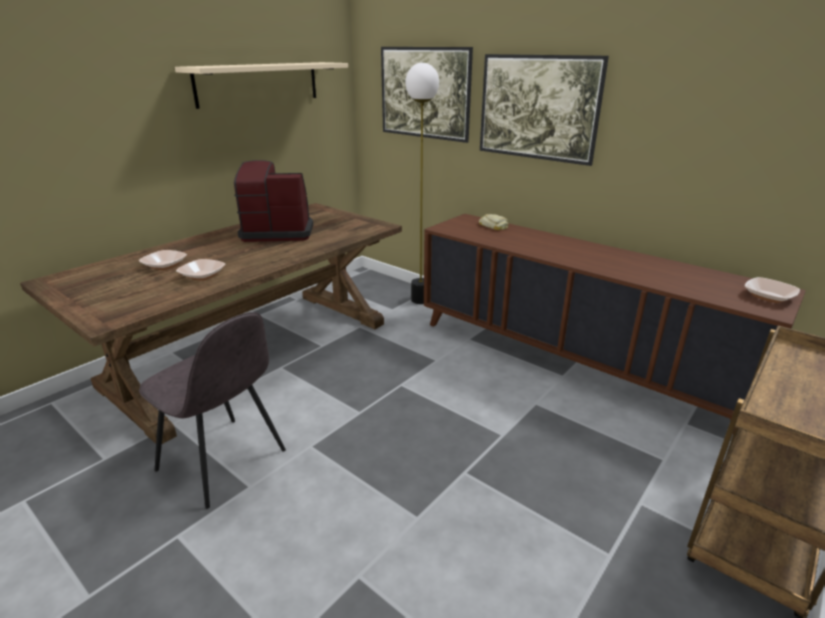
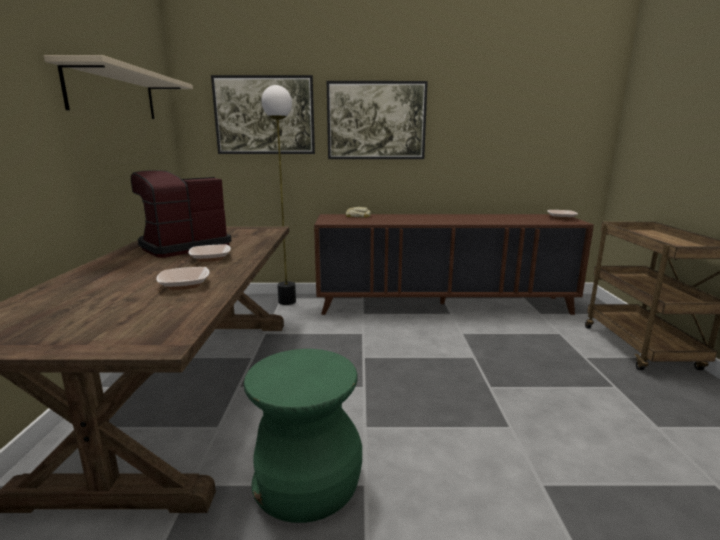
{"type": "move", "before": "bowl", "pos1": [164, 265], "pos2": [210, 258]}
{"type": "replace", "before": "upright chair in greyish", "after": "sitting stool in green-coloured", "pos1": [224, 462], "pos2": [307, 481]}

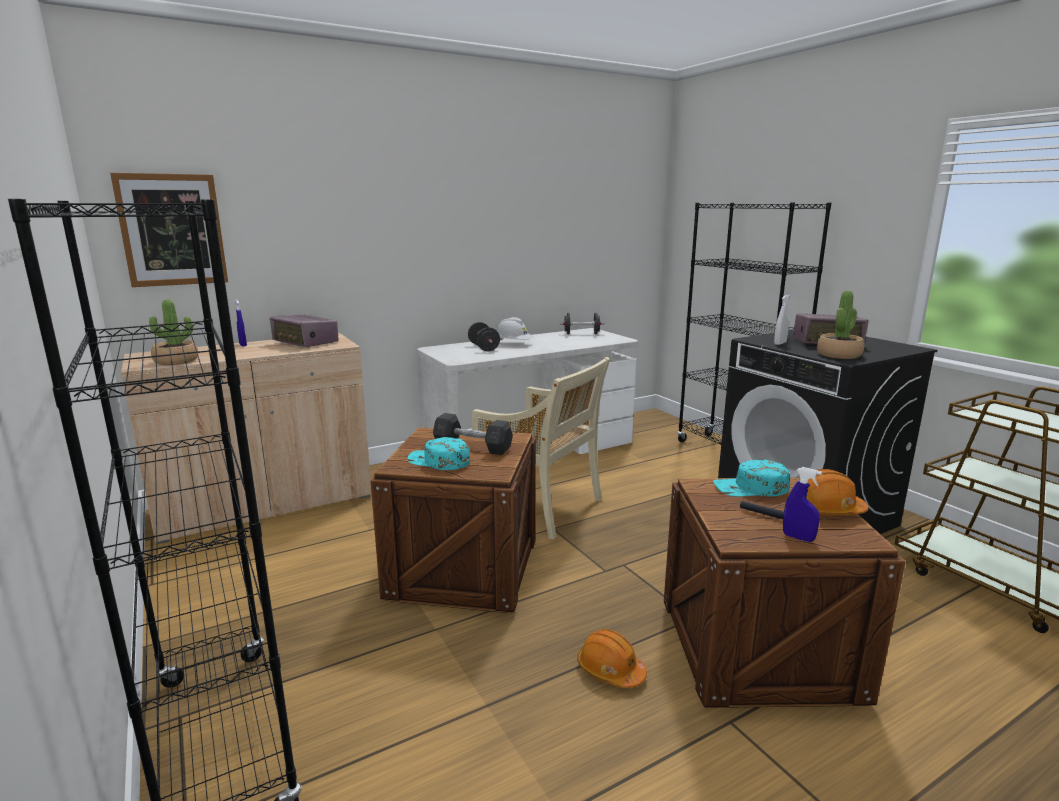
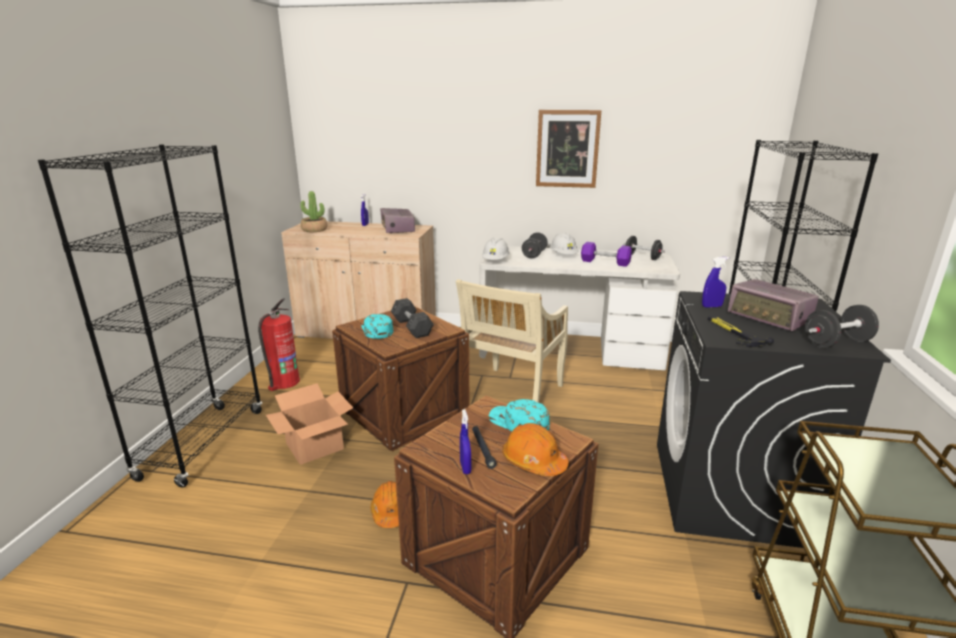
{"type": "insert", "after": "fire-fighting cylinder", "pos2": [284, 382]}
{"type": "insert", "after": "cardboard box", "pos2": [315, 446]}
{"type": "insert", "after": "work helmet in white", "pos2": [495, 261]}
{"type": "insert", "after": "hand weight in purplish", "pos2": [605, 262]}
{"type": "insert", "after": "hand weight in blackish", "pos2": [836, 342]}
{"type": "move", "before": "wall art", "pos1": [172, 230], "pos2": [567, 149]}
{"type": "replace", "before": "potted plant", "after": "hand hammer", "pos1": [839, 355], "pos2": [733, 333]}
{"type": "recolor", "before": "spray bottle in white", "after": "spray bottle in blue-coloured", "pos1": [780, 343], "pos2": [711, 306]}
{"type": "rotate", "before": "upright chair in beige", "pos1": [540, 507], "pos2": [511, 394], "turn": 45}

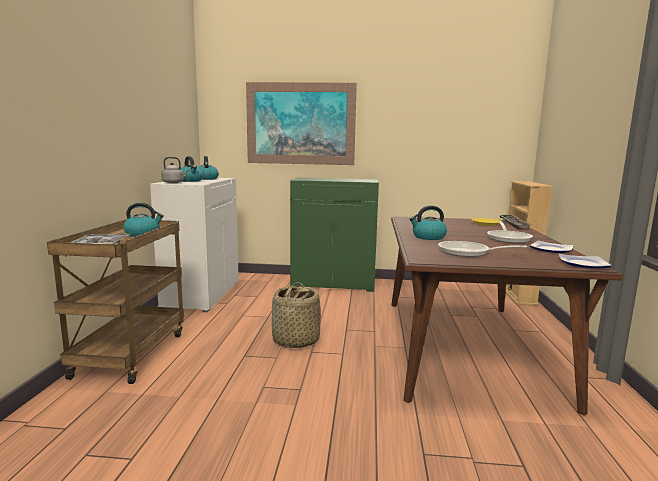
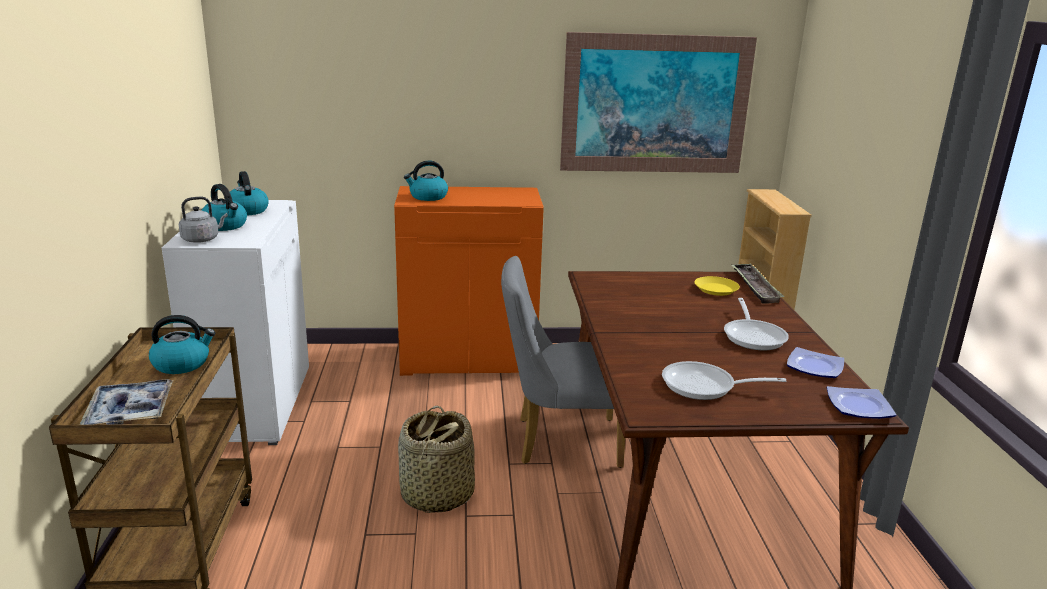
{"type": "insert", "after": "upright chair in greyish", "pos2": [559, 441]}
{"type": "move", "before": "wall art", "pos1": [300, 124], "pos2": [655, 104]}
{"type": "move", "before": "water kettle", "pos1": [428, 237], "pos2": [428, 197]}
{"type": "recolor", "before": "cupboard in green-coloured", "after": "cupboard in orange-coloured", "pos1": [334, 283], "pos2": [469, 359]}

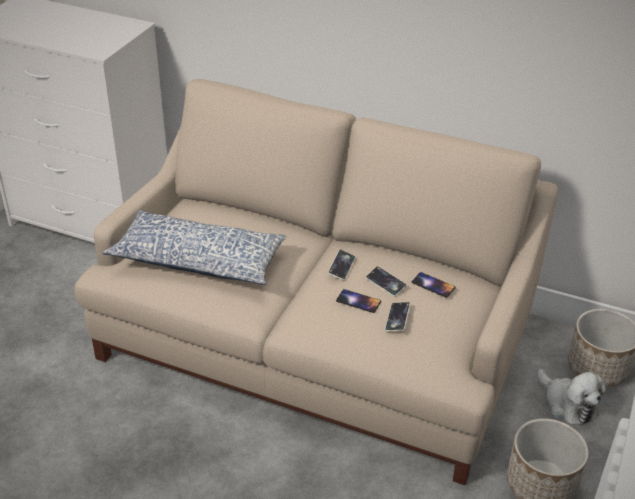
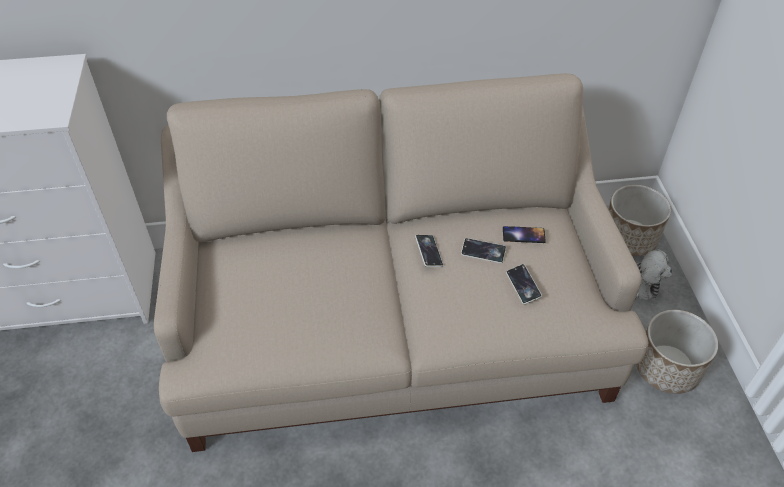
{"type": "delete", "before": "throw pillow", "pos1": [198, 260]}
{"type": "delete", "before": "telephone", "pos1": [358, 301]}

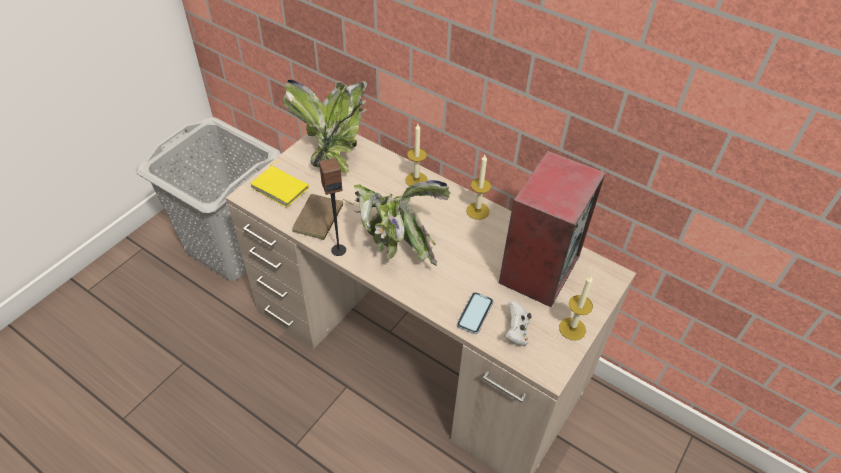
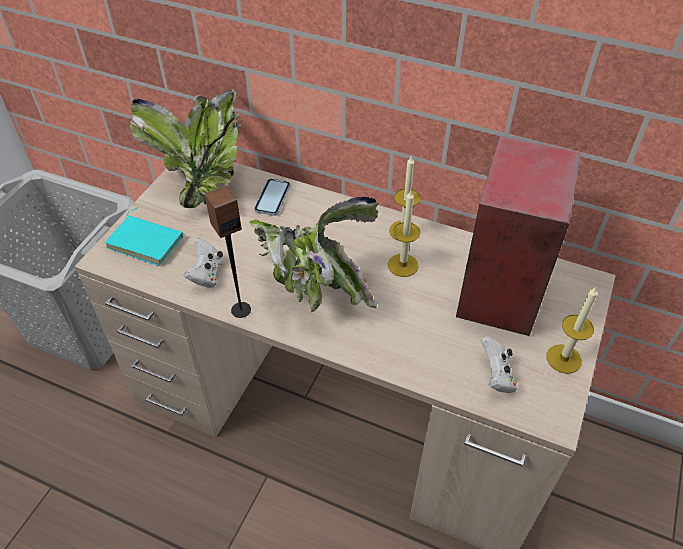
{"type": "move", "before": "candle", "pos1": [416, 180], "pos2": [403, 265]}
{"type": "move", "before": "telephone", "pos1": [475, 314], "pos2": [272, 198]}
{"type": "replace", "before": "volume in brown-coloured", "after": "game controller in white", "pos1": [320, 219], "pos2": [207, 274]}
{"type": "recolor", "before": "volume in yellow", "after": "volume in blue-green", "pos1": [281, 187], "pos2": [147, 241]}

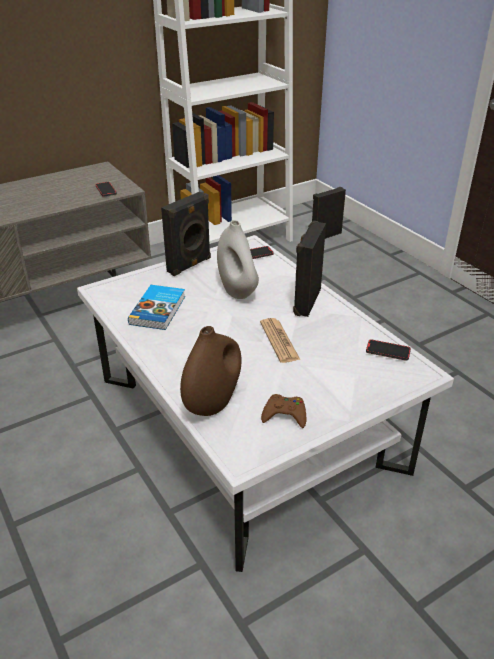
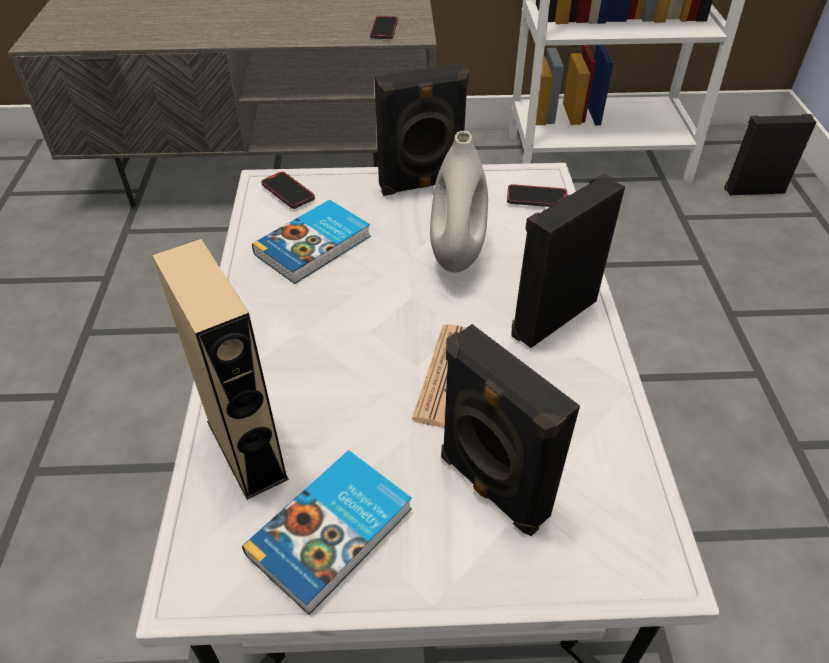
{"type": "insert", "after": "loudspeaker in blackish", "pos2": [490, 487]}
{"type": "move", "before": "telephone", "pos1": [388, 351], "pos2": [288, 192]}
{"type": "replace", "before": "flower vase in brown-coloured", "after": "loudspeaker in beige", "pos1": [213, 402], "pos2": [246, 449]}
{"type": "replace", "before": "game controller in brown-coloured", "after": "volume", "pos1": [285, 414], "pos2": [333, 532]}

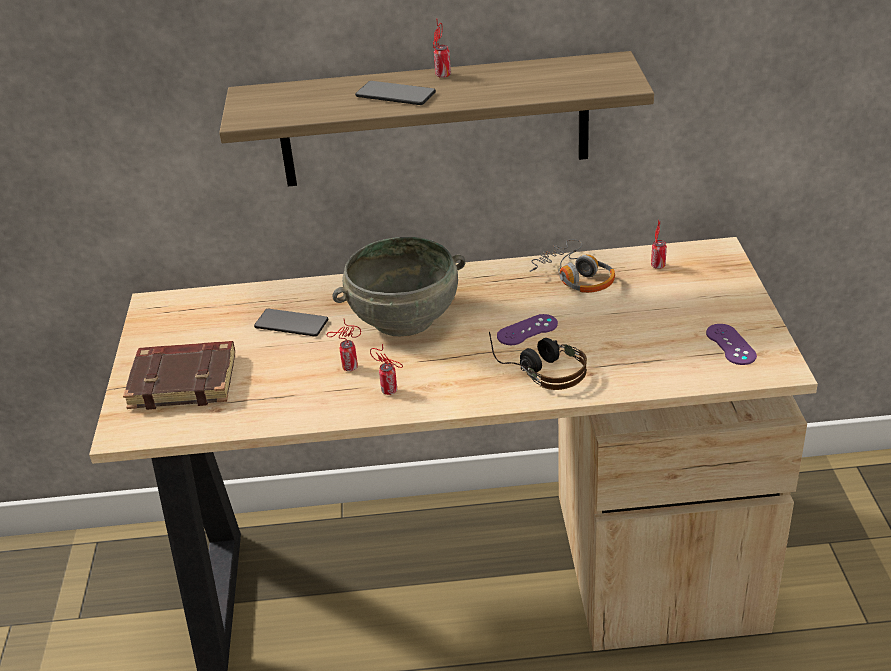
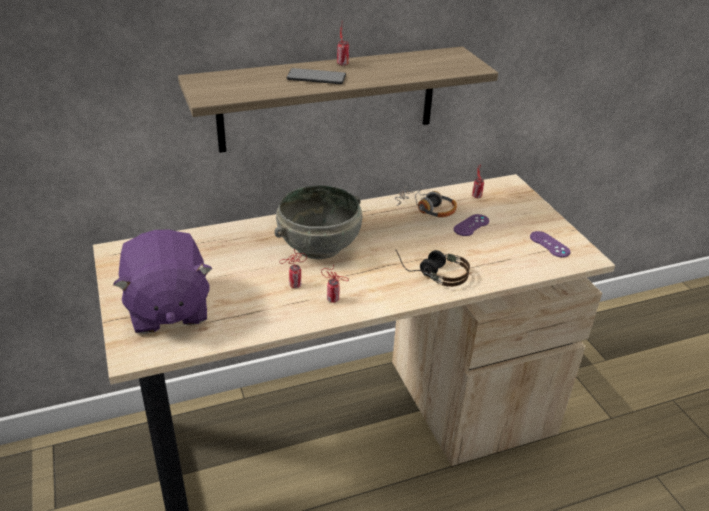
{"type": "delete", "before": "telephone", "pos1": [291, 324]}
{"type": "move", "before": "game controller in purplish", "pos1": [527, 330], "pos2": [471, 225]}
{"type": "replace", "before": "volume in brown-coloured", "after": "cuddly toy in purplish", "pos1": [185, 381], "pos2": [167, 308]}

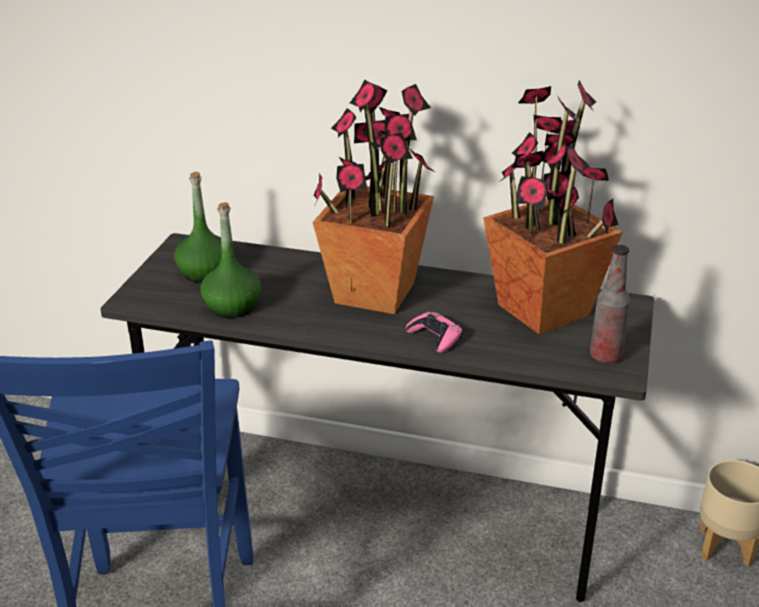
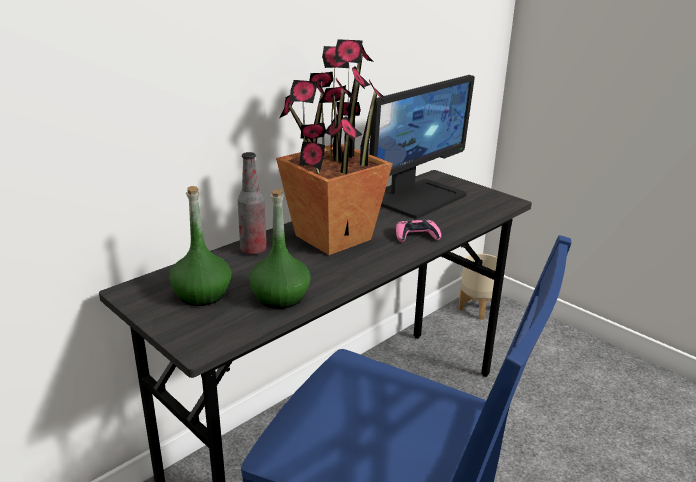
{"type": "move", "before": "beverage bottle", "pos1": [605, 356], "pos2": [253, 250]}
{"type": "replace", "before": "potted plant", "after": "monitor", "pos1": [542, 311], "pos2": [419, 198]}

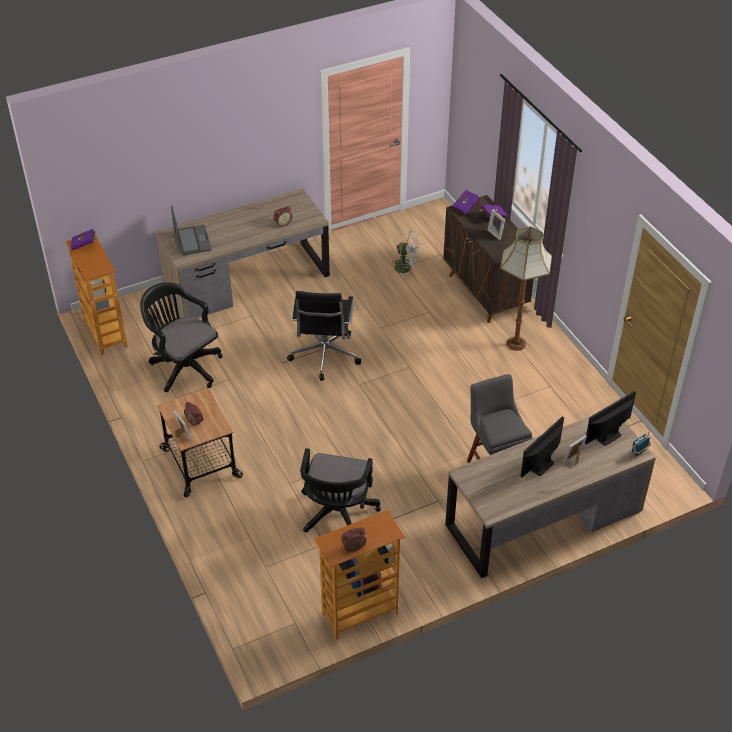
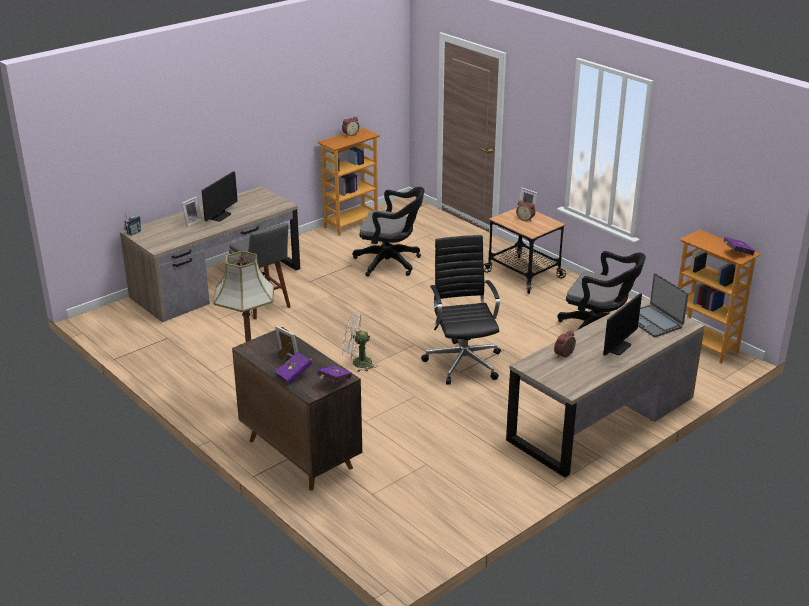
{"type": "move", "before": "cooling fan in white", "pos1": [406, 268], "pos2": [357, 363]}
{"type": "move", "before": "monitor", "pos1": [608, 436], "pos2": [618, 347]}
{"type": "rotate", "before": "computer chair in blackish", "pos1": [337, 515], "pos2": [391, 263], "turn": 105}

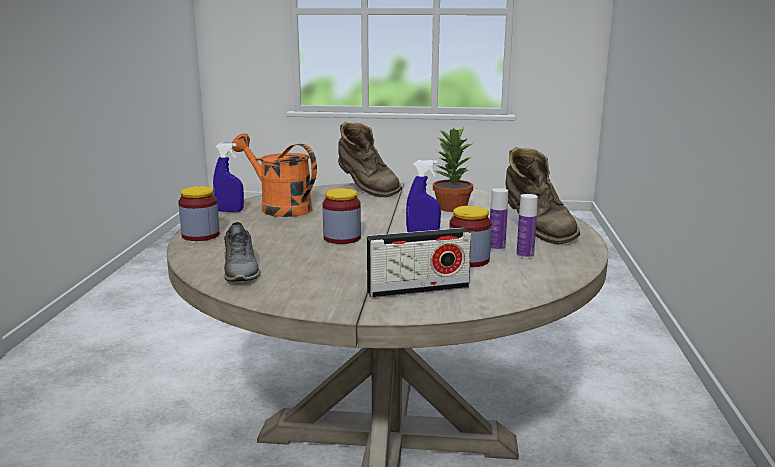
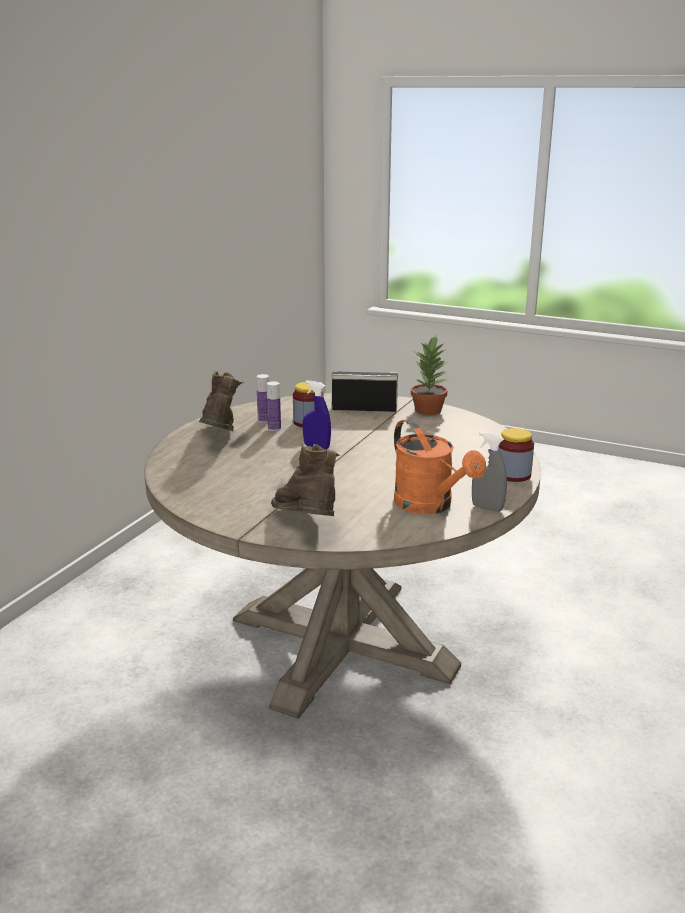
{"type": "delete", "before": "item of footwear in greyish", "pos1": [241, 270]}
{"type": "delete", "before": "storage jar", "pos1": [342, 238]}
{"type": "move", "before": "potted plant", "pos1": [451, 208], "pos2": [429, 410]}
{"type": "recolor", "before": "spray bottle in blue-coloured", "after": "spray bottle in greyish", "pos1": [229, 211], "pos2": [487, 508]}

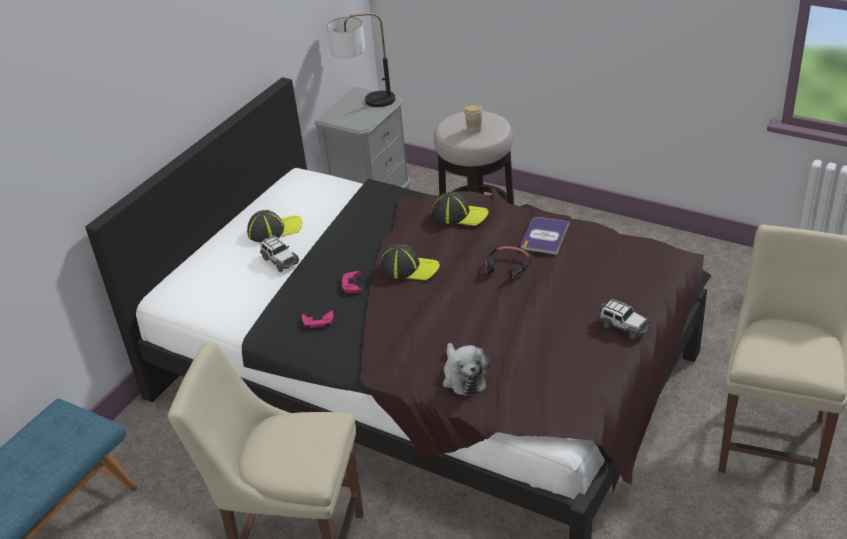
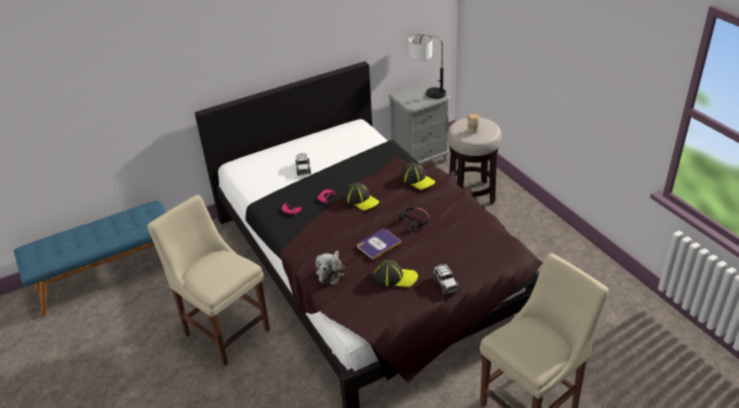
{"type": "move", "before": "peaked cap", "pos1": [274, 229], "pos2": [395, 277]}
{"type": "move", "before": "volume", "pos1": [544, 236], "pos2": [378, 244]}

